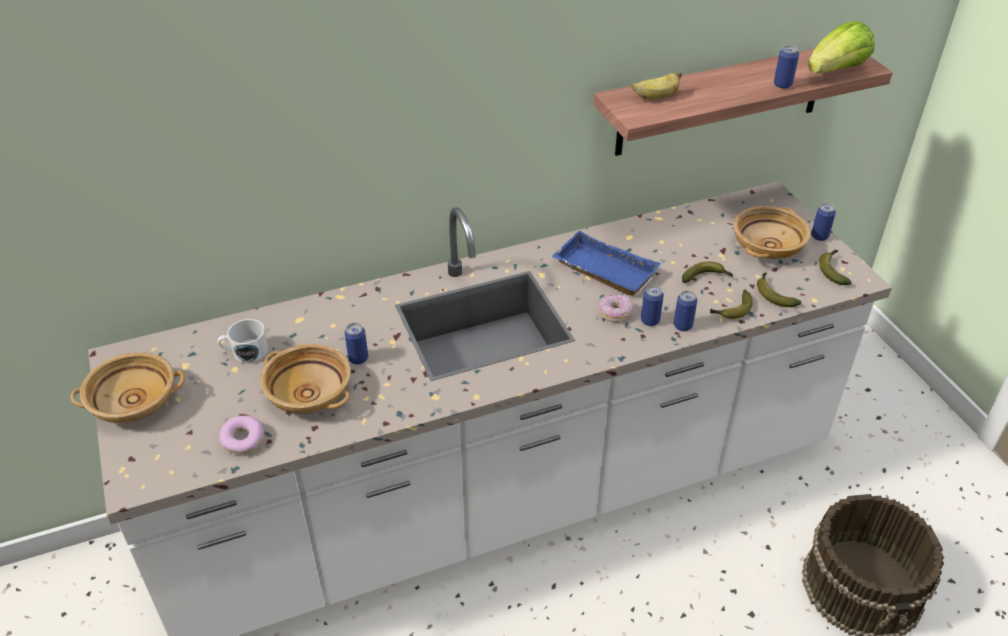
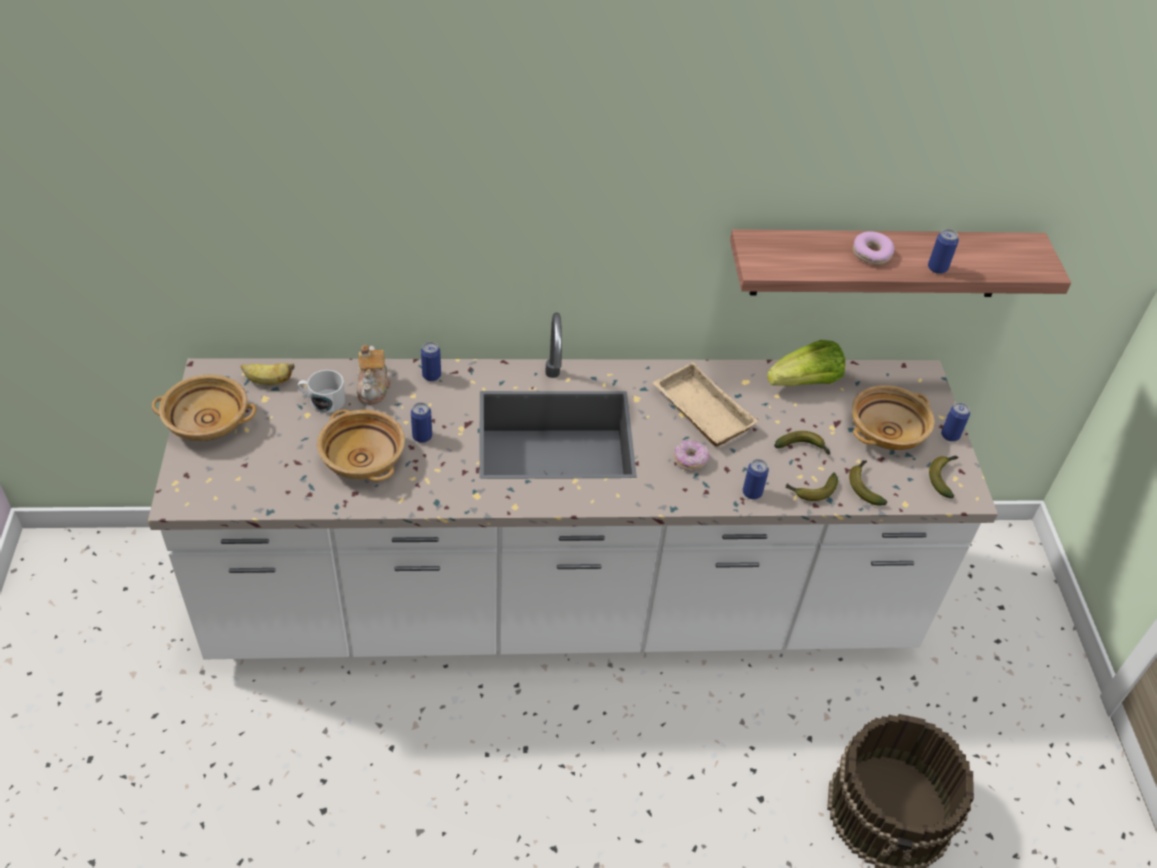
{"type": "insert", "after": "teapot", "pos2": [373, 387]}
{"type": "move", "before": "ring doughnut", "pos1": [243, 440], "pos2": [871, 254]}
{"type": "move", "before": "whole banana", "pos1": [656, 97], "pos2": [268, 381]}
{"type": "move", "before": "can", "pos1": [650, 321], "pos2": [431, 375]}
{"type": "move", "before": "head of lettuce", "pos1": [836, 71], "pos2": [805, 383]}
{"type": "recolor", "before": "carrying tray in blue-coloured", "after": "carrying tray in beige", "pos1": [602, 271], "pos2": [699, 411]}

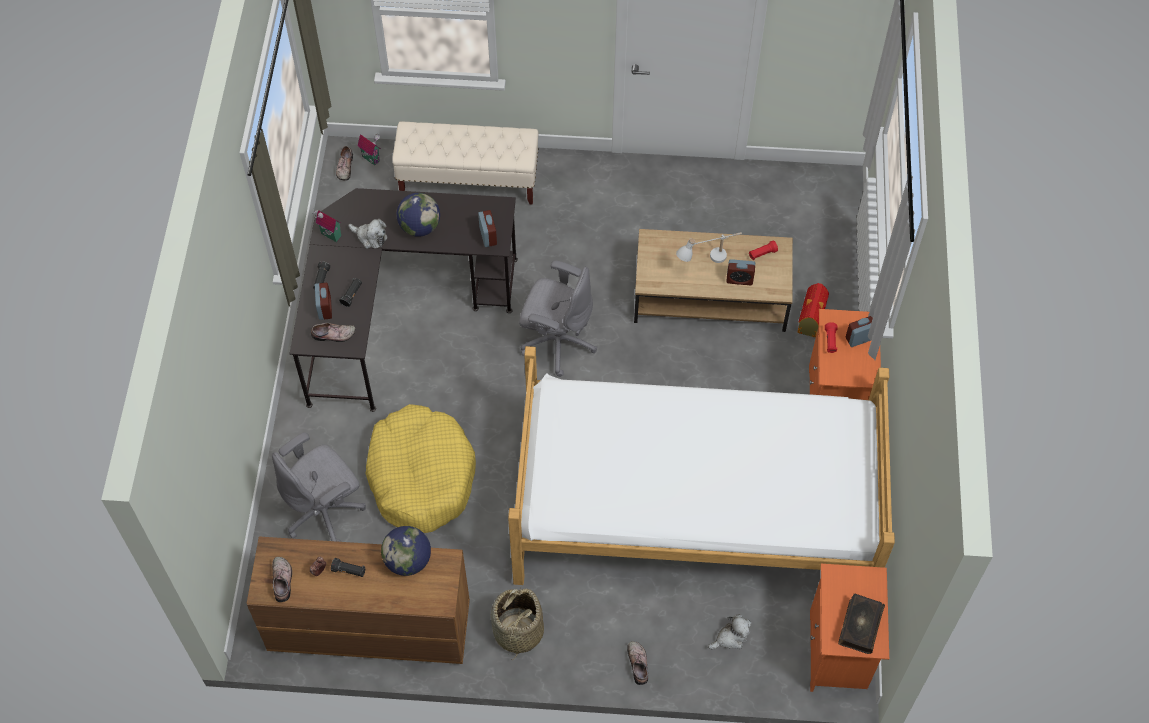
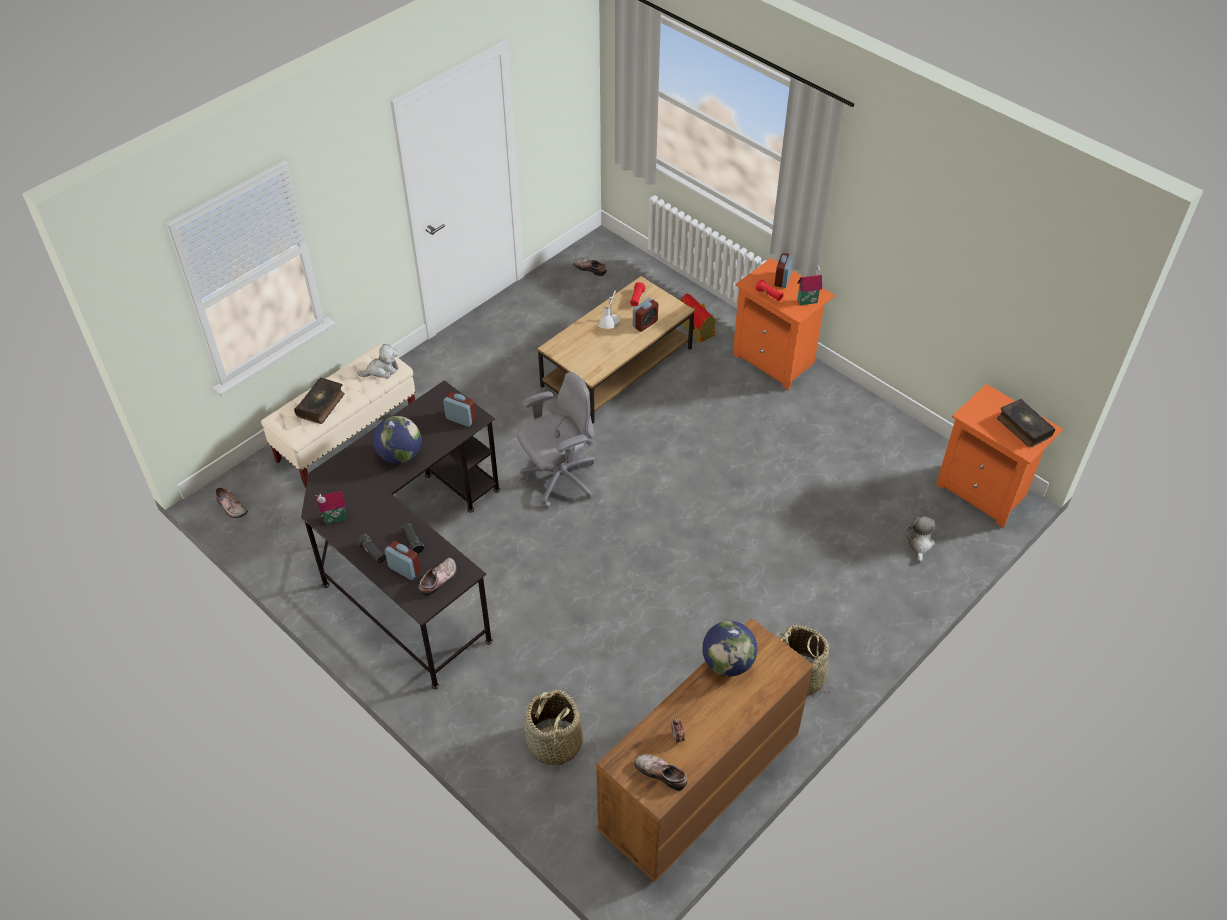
{"type": "delete", "before": "flashlight in blackish", "pos1": [349, 571]}
{"type": "delete", "before": "dog bed in yellow", "pos1": [421, 476]}
{"type": "delete", "before": "sleeping bed", "pos1": [694, 512]}
{"type": "insert", "after": "volume", "pos2": [321, 405]}
{"type": "move", "before": "cuddly toy", "pos1": [370, 237], "pos2": [382, 370]}
{"type": "move", "before": "model house", "pos1": [372, 158], "pos2": [807, 300]}
{"type": "move", "before": "item of footwear", "pos1": [639, 664], "pos2": [590, 268]}
{"type": "replace", "before": "computer chair in greyish", "after": "household basket", "pos1": [325, 511], "pos2": [554, 743]}

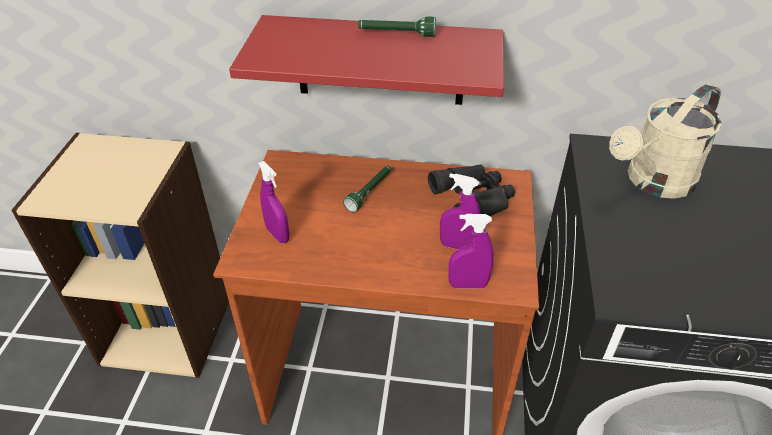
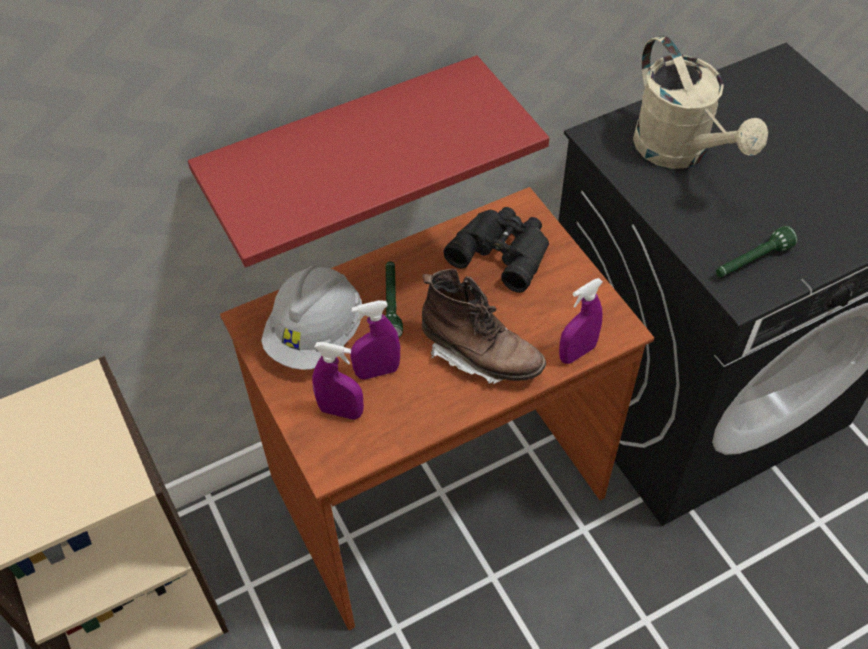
{"type": "insert", "after": "work helmet in white", "pos2": [316, 335]}
{"type": "insert", "after": "tall boot in brown-coloured", "pos2": [480, 355]}
{"type": "move", "before": "flashlight in green-coloured", "pos1": [396, 34], "pos2": [751, 261]}
{"type": "move", "before": "spray bottle in purplish", "pos1": [457, 246], "pos2": [377, 371]}
{"type": "rotate", "before": "watering can in beige", "pos1": [653, 182], "pos2": [680, 152], "turn": -45}

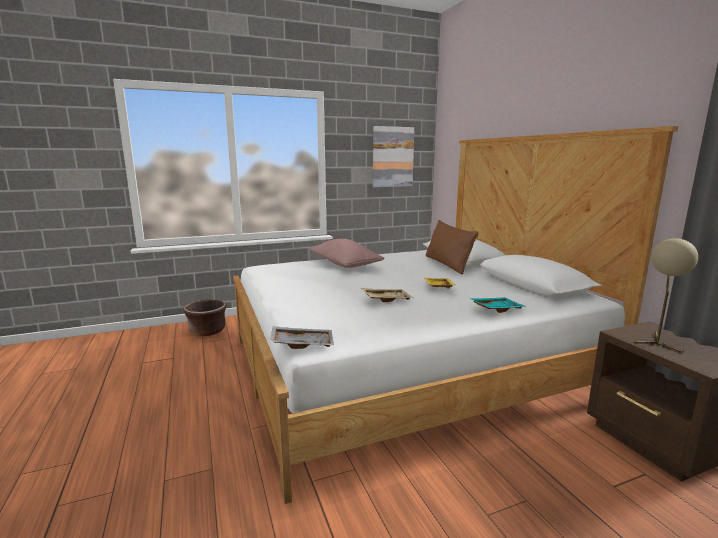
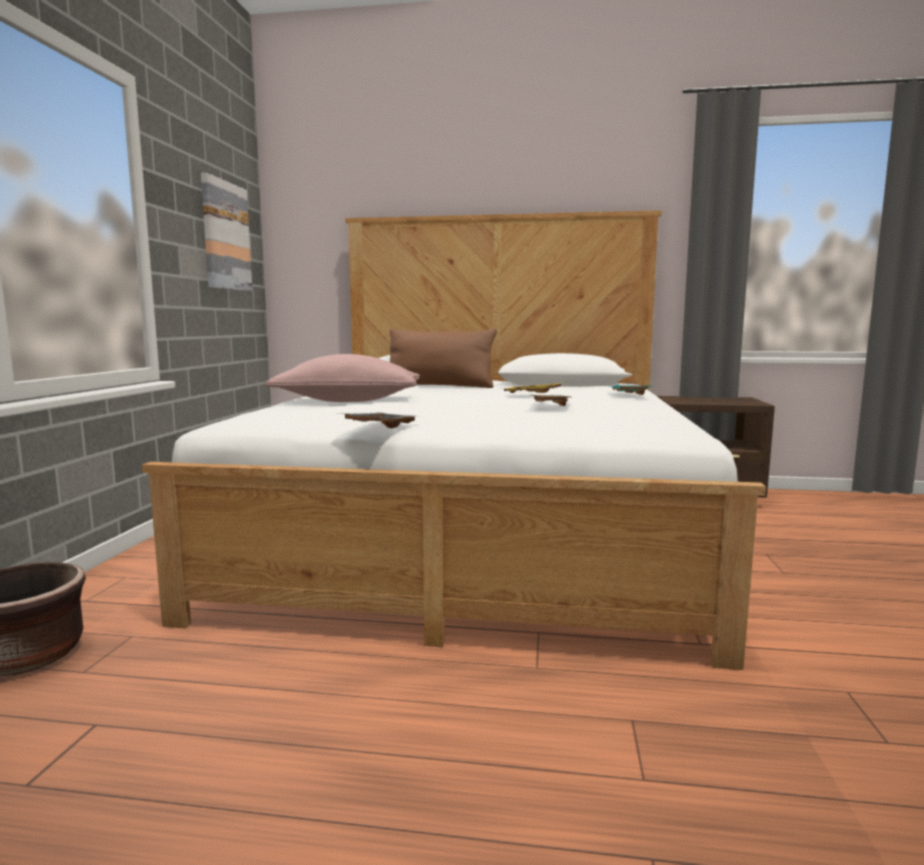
{"type": "delete", "before": "table lamp in beige", "pos1": [656, 342]}
{"type": "move", "before": "carrying tray in greyish", "pos1": [302, 343], "pos2": [379, 427]}

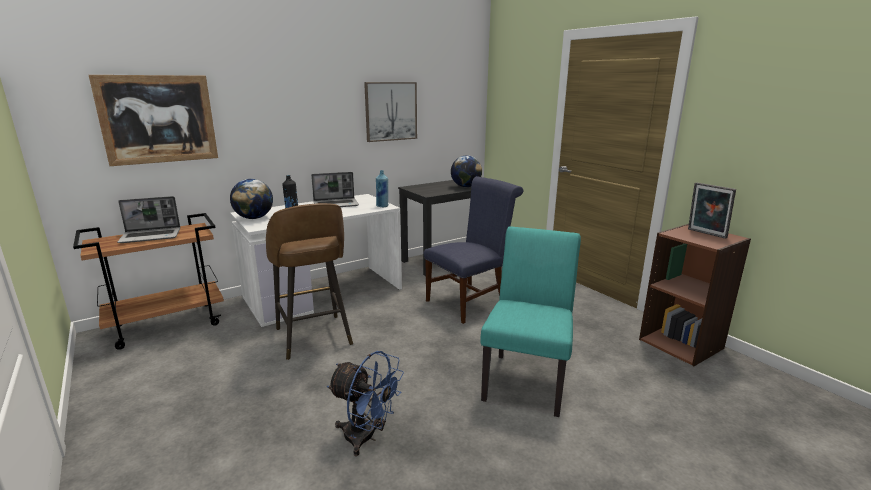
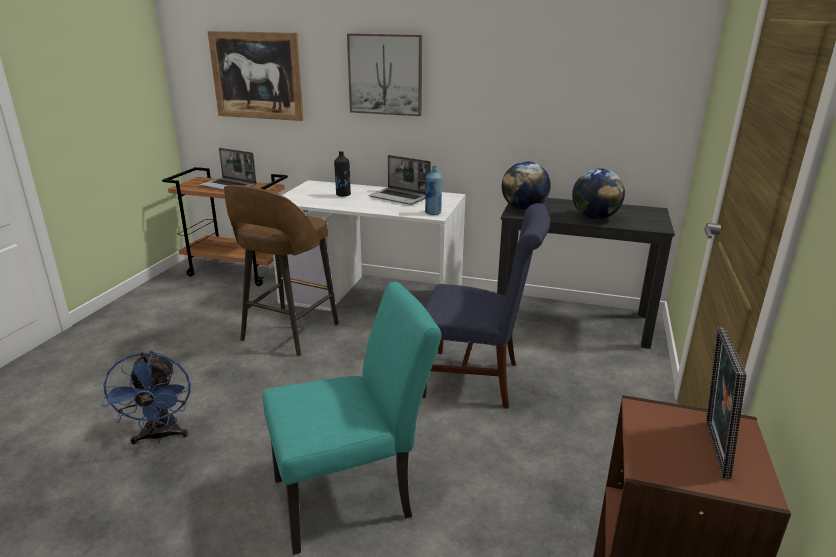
{"type": "move", "before": "world globe", "pos1": [254, 218], "pos2": [524, 209]}
{"type": "move", "before": "wall art", "pos1": [391, 111], "pos2": [385, 74]}

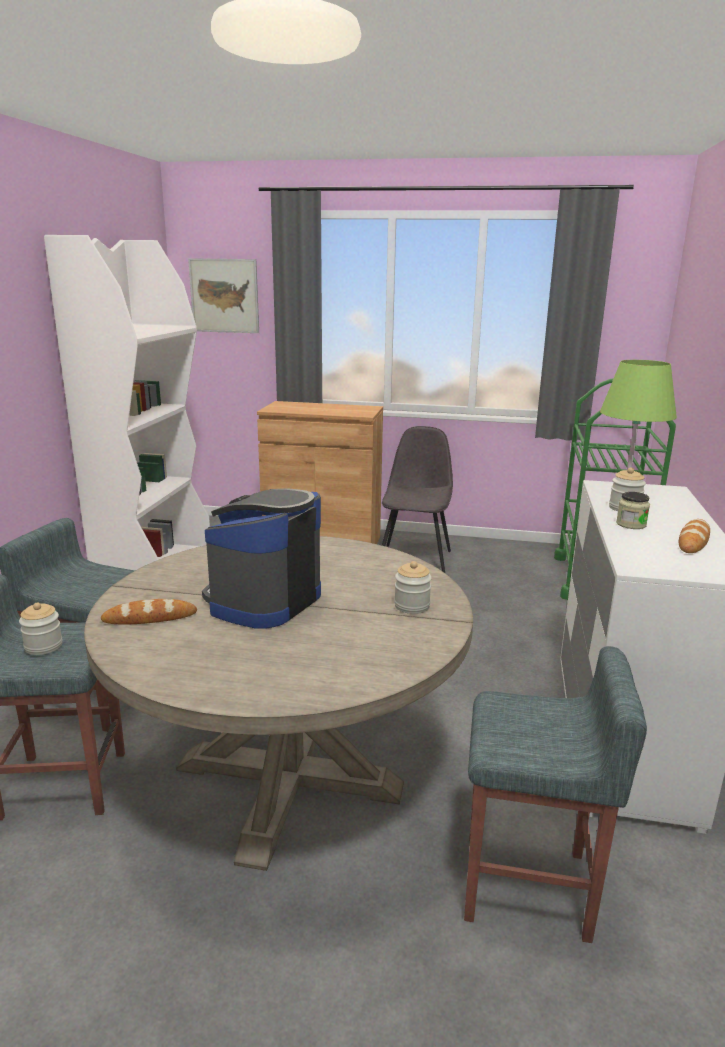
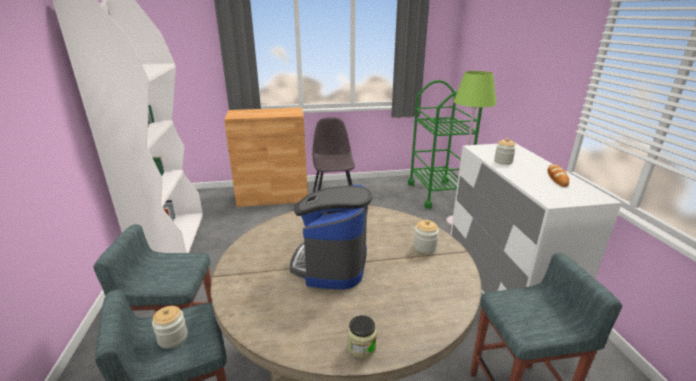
{"type": "delete", "before": "bakery bread", "pos1": [150, 618]}
{"type": "delete", "before": "wall art", "pos1": [224, 296]}
{"type": "move", "before": "storage jar", "pos1": [631, 524], "pos2": [361, 347]}

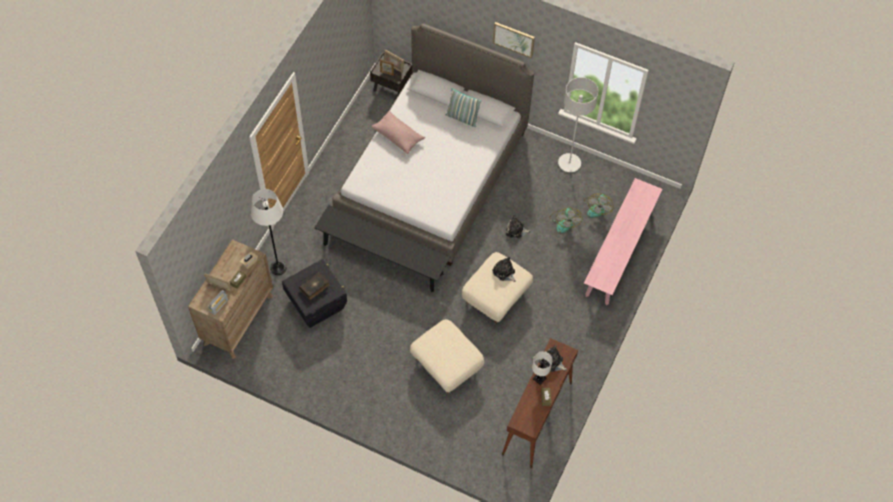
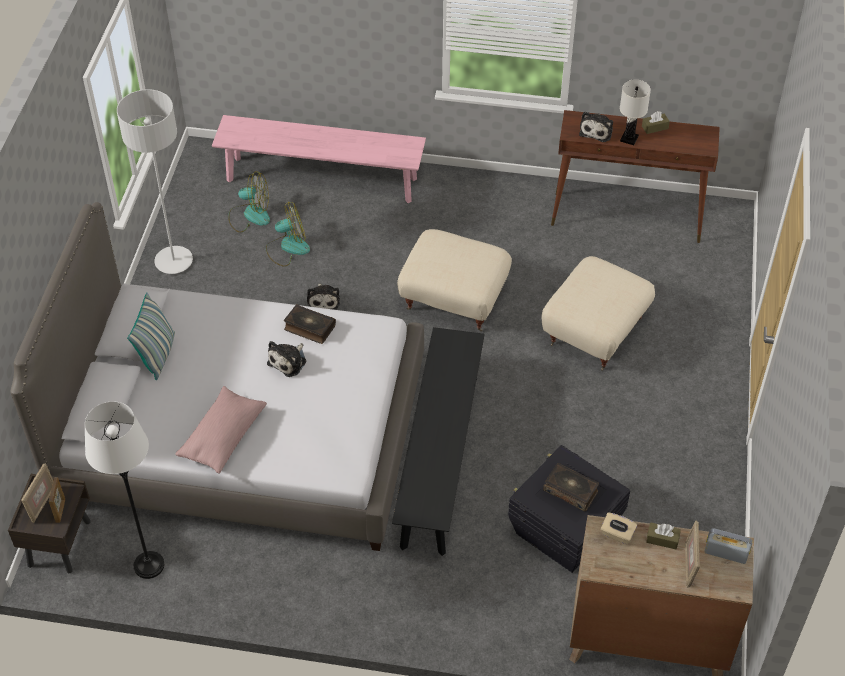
{"type": "delete", "before": "wall art", "pos1": [514, 39]}
{"type": "insert", "after": "volume", "pos2": [309, 328]}
{"type": "move", "before": "standard lamp in white", "pos1": [278, 268], "pos2": [149, 565]}
{"type": "move", "before": "cuddly toy", "pos1": [504, 272], "pos2": [289, 361]}

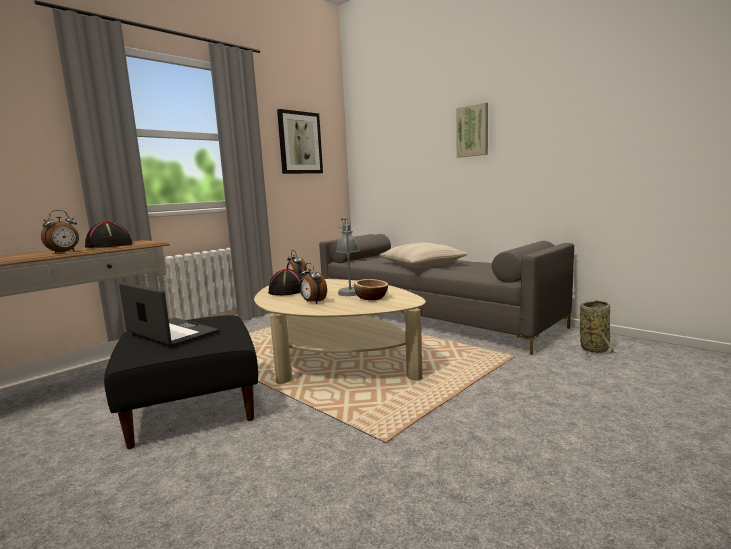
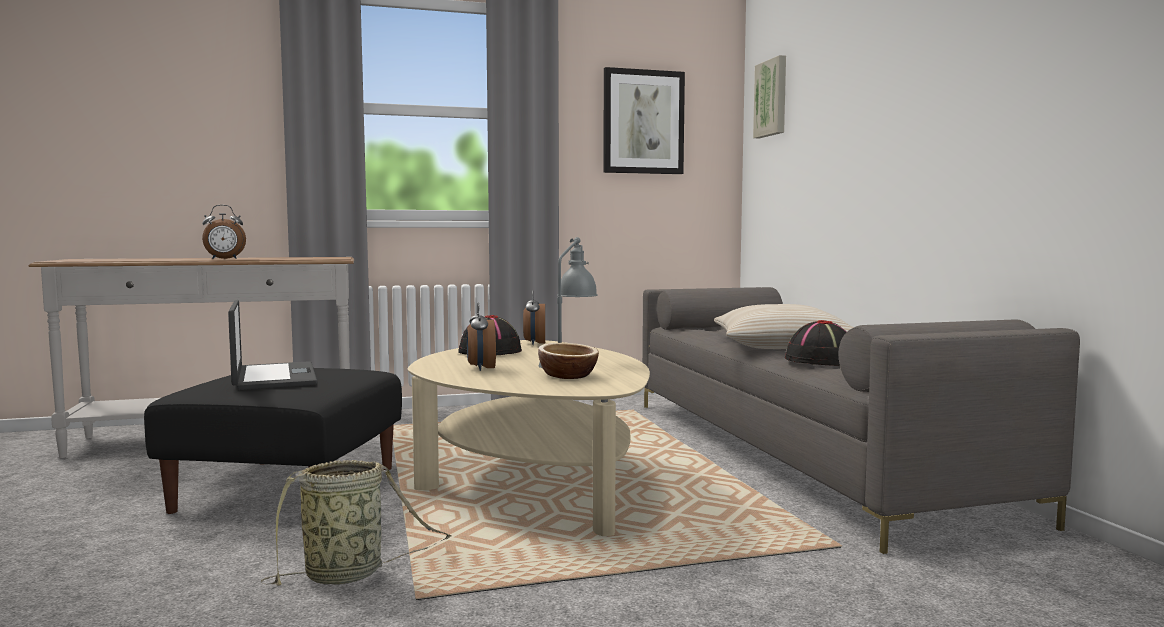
{"type": "move", "before": "hat in blackish", "pos1": [109, 246], "pos2": [820, 361]}
{"type": "move", "before": "wall art", "pos1": [473, 131], "pos2": [772, 98]}
{"type": "move", "before": "household basket", "pos1": [594, 348], "pos2": [349, 574]}

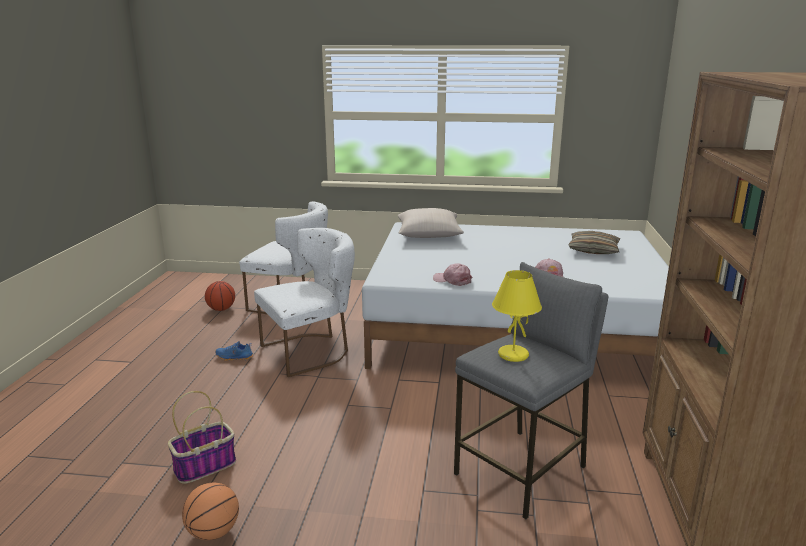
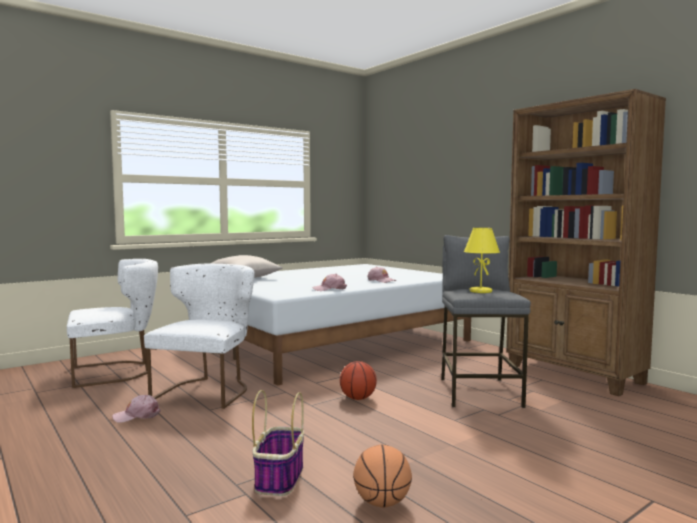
{"type": "delete", "before": "throw pillow", "pos1": [593, 250]}
{"type": "move", "before": "basketball ball", "pos1": [221, 309], "pos2": [357, 398]}
{"type": "replace", "before": "item of footwear in blue-coloured", "after": "peaked cap in pink-coloured", "pos1": [234, 357], "pos2": [137, 415]}

